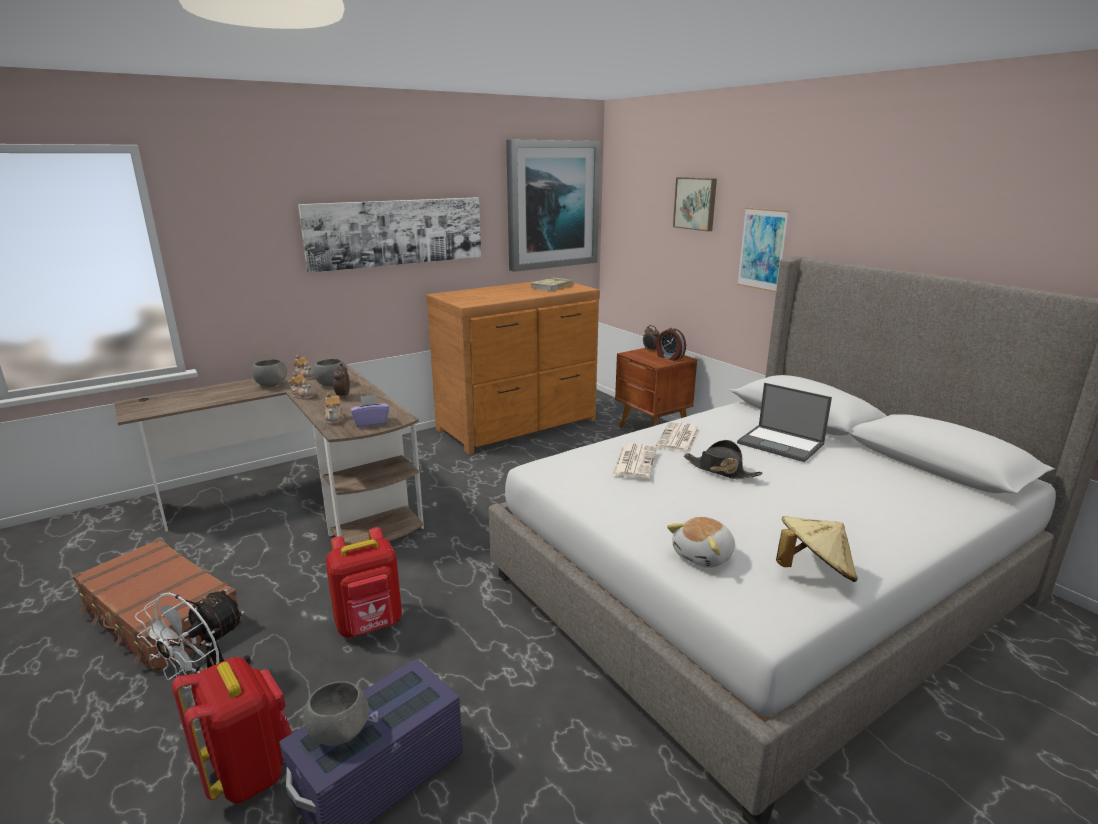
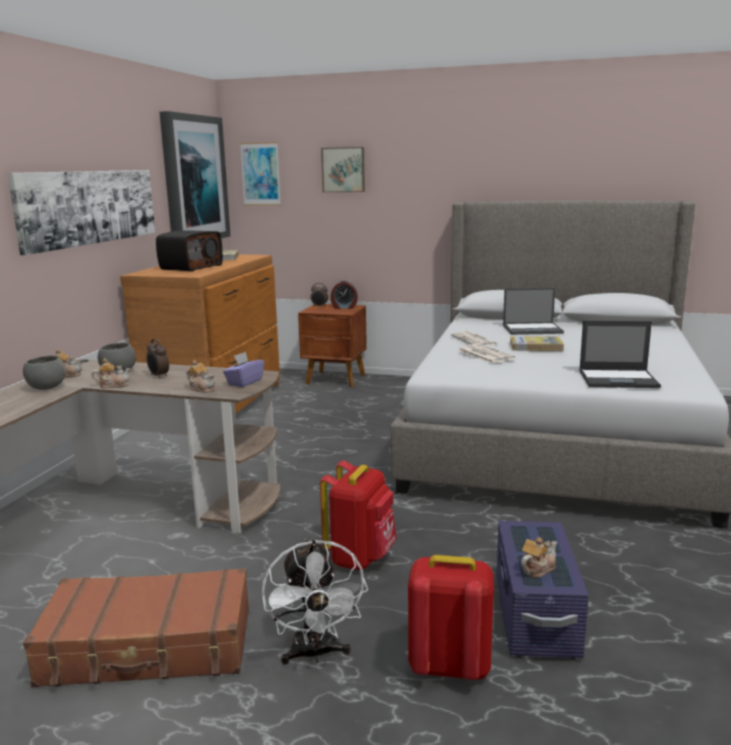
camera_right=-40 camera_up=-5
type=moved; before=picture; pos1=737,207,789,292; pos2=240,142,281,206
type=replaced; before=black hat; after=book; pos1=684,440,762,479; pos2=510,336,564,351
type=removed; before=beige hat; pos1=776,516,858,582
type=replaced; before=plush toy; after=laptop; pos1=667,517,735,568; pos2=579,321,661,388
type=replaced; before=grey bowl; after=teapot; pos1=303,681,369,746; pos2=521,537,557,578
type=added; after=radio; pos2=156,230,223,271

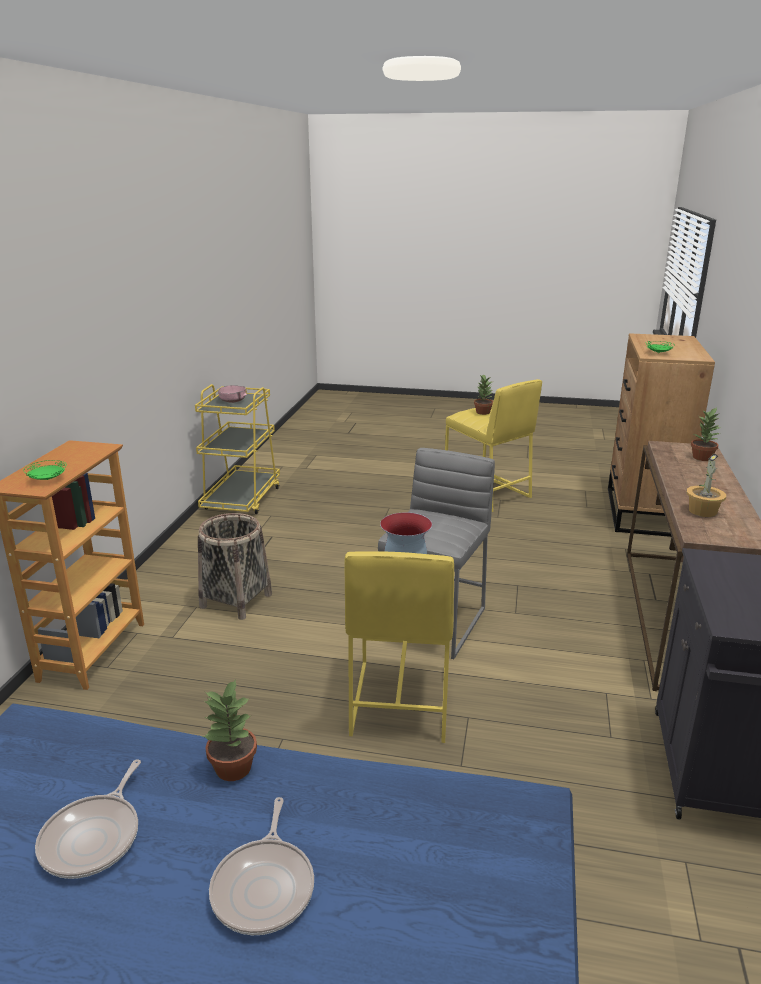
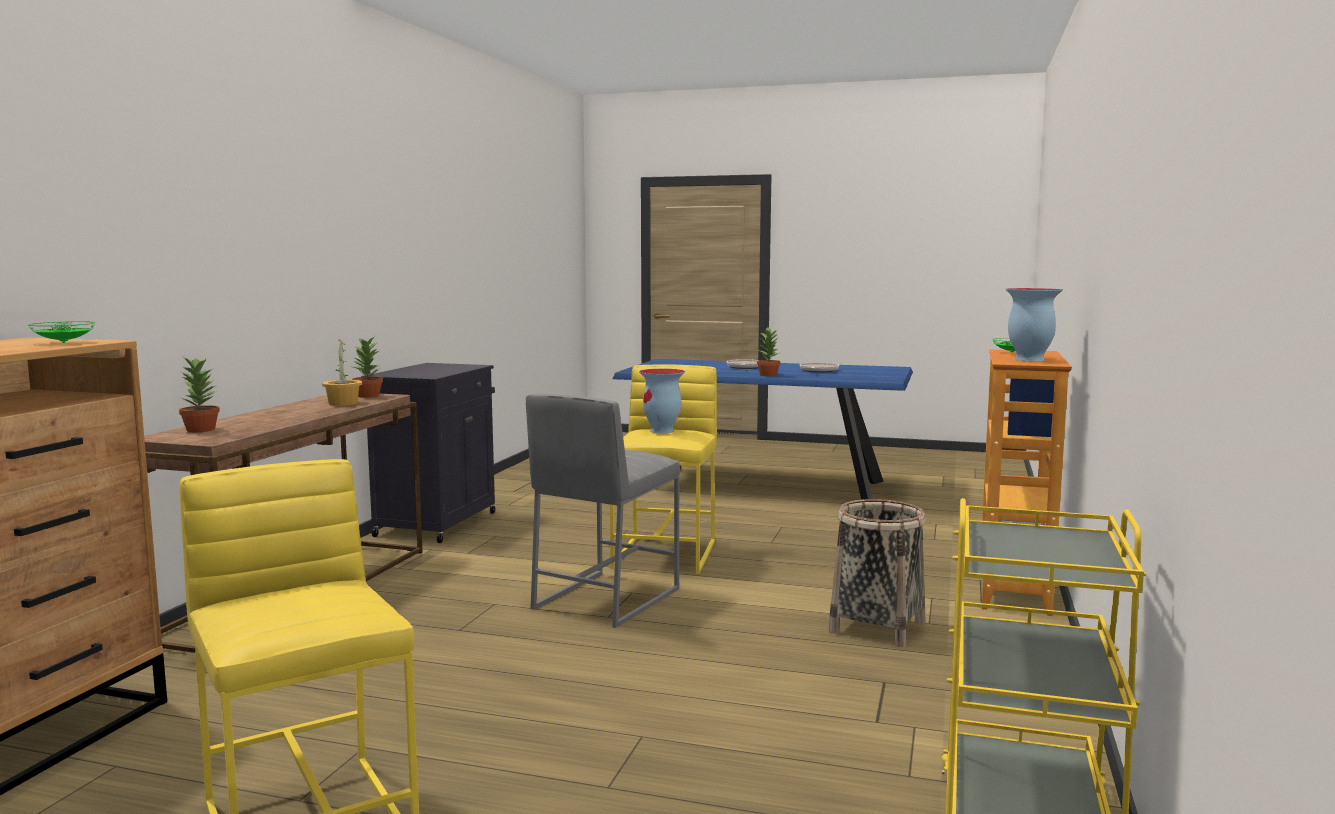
camera_right=-175 camera_up=-15
type=moved; before=potted plant; pos1=474,374,493,415; pos2=350,337,383,398
type=removed; before=pink bowl; pos1=218,385,247,403
type=added; after=vase; pos2=1006,288,1063,361

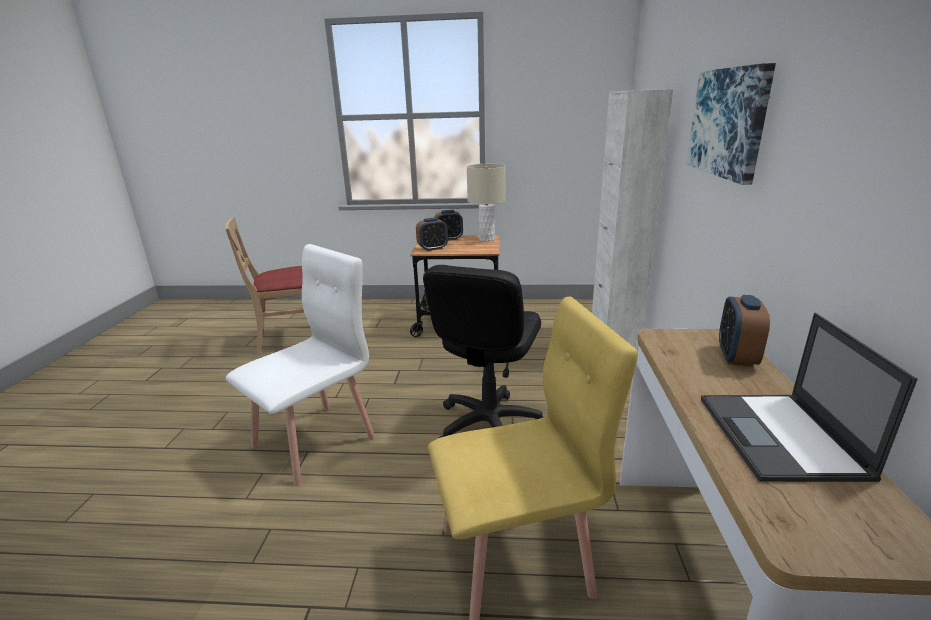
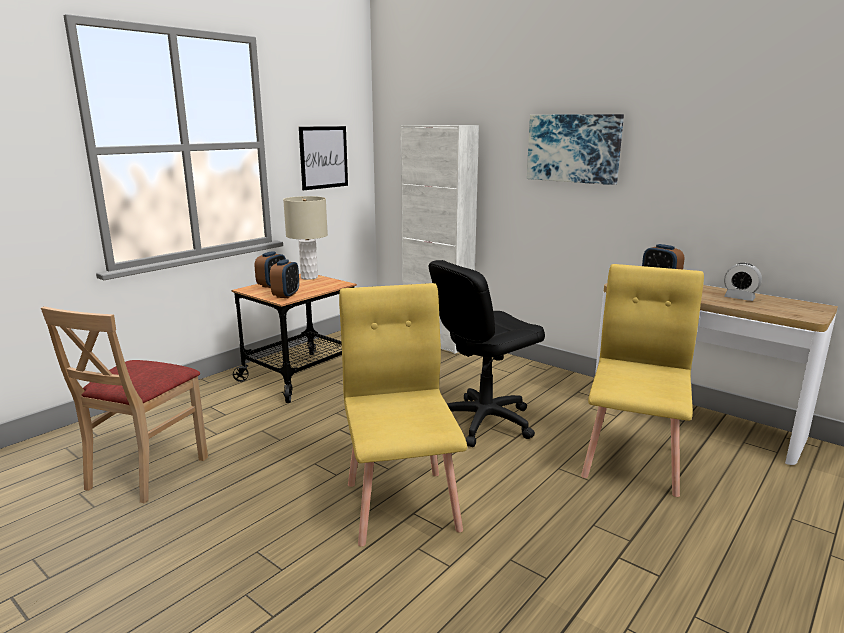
camera_right=-55 camera_up=-5
type=recoloured; before=white chair; after=yellow chair; pos1=226,244,375,486; pos2=339,283,467,547
type=turned; before=black office chair; pos1=423,265,544,438; pos2=429,260,545,447; turn=90
type=replaced; before=laptop; after=alarm clock; pos1=701,313,918,482; pos2=724,263,762,301
type=added; after=picture; pos2=299,126,348,190

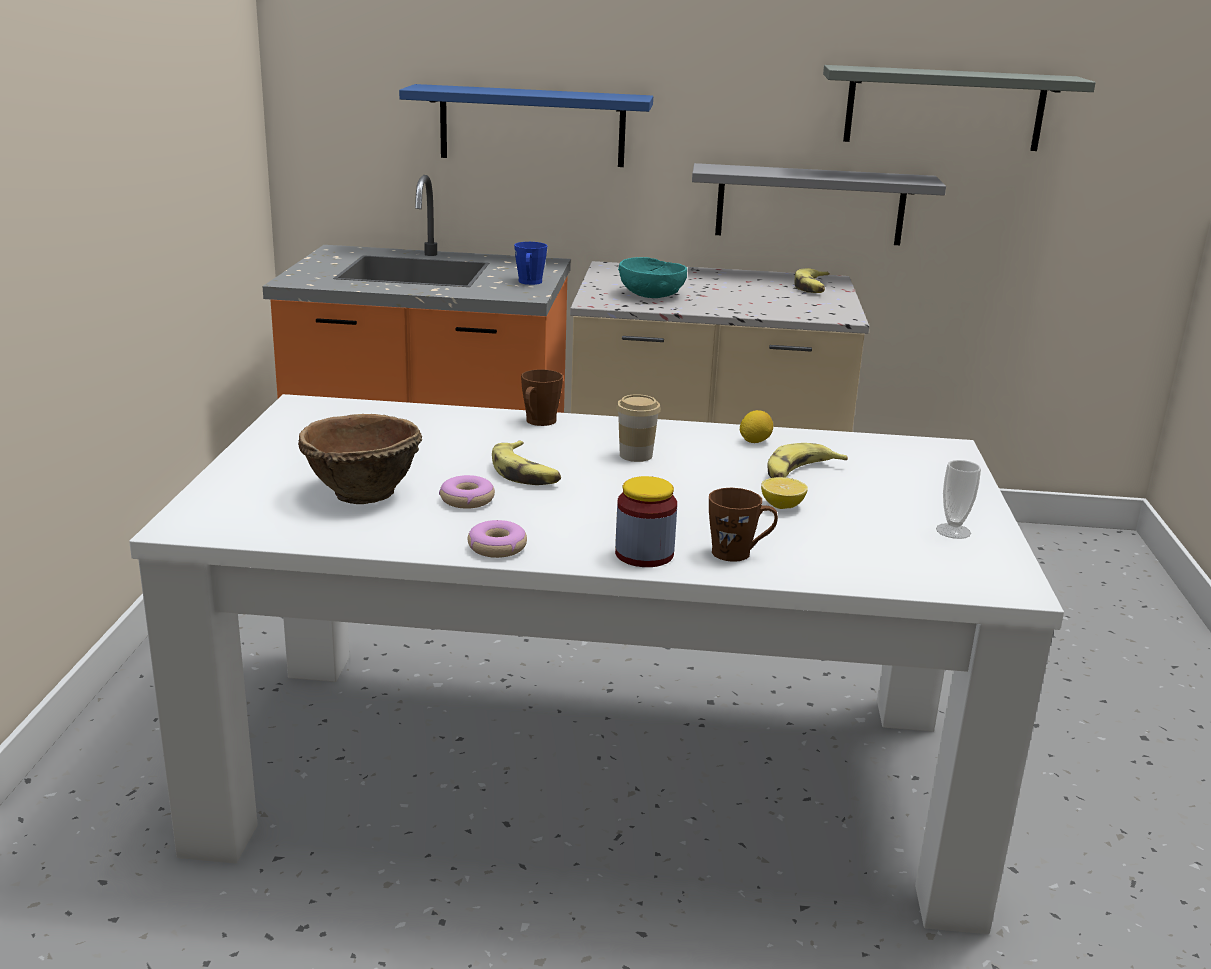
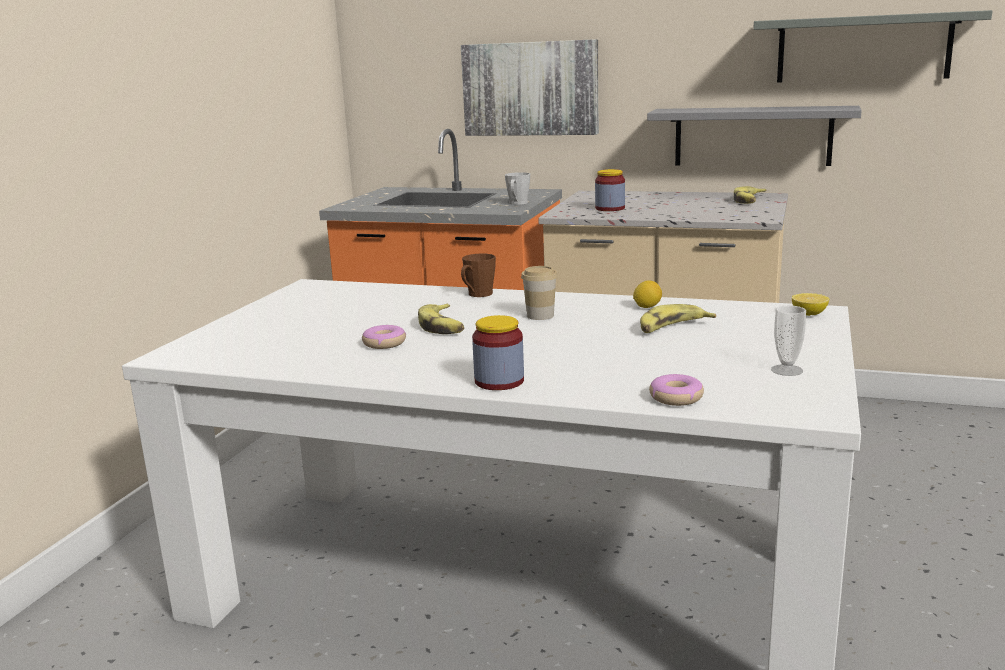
camera_right=15 camera_up=-5
type=replaced; before=blue shelf; after=picture; pos1=399,84,653,167; pos2=461,39,599,136
type=recoloured; before=blue mug; after=grey mug; pos1=514,242,547,285; pos2=505,172,530,205
type=replaced; before=turquoise bowl; after=jar; pos1=618,257,687,298; pos2=595,169,625,211
type=removed; before=brown bowl; pos1=298,414,422,504
type=moved; before=lemon; pos1=761,477,808,509; pos2=792,293,829,316
type=removed; before=brown mug; pos1=709,488,778,562
type=moved; before=donut; pos1=468,520,527,558; pos2=649,374,704,406

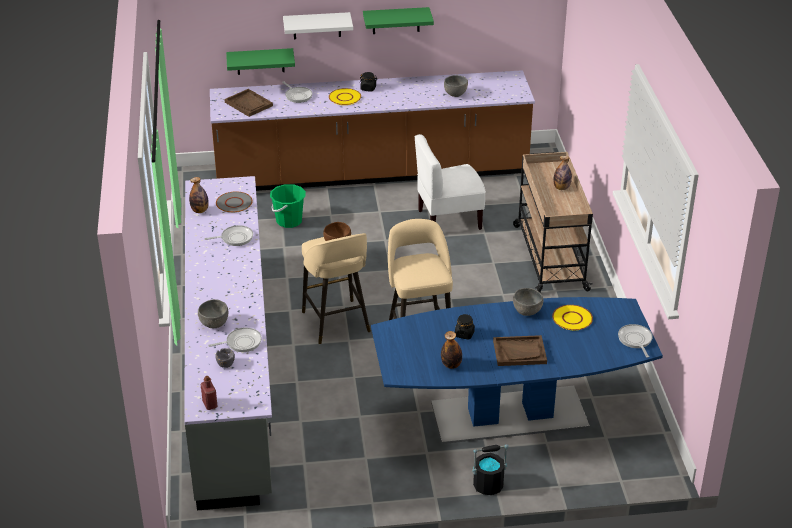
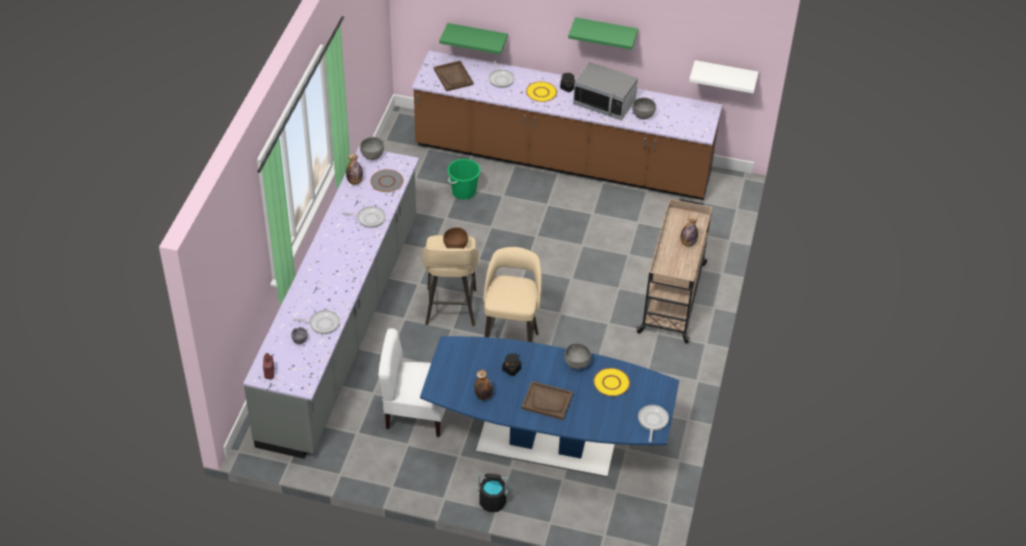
camera_right=20 camera_up=10
type=moved; before=white shelf; pos1=283,12,353,39; pos2=689,60,759,93
type=moved; before=white chair; pos1=415,134,486,230; pos2=378,328,446,437
type=moved; before=grey bowl; pos1=198,299,228,328; pos2=360,137,384,160
type=added; after=microwave; pos2=573,62,638,120

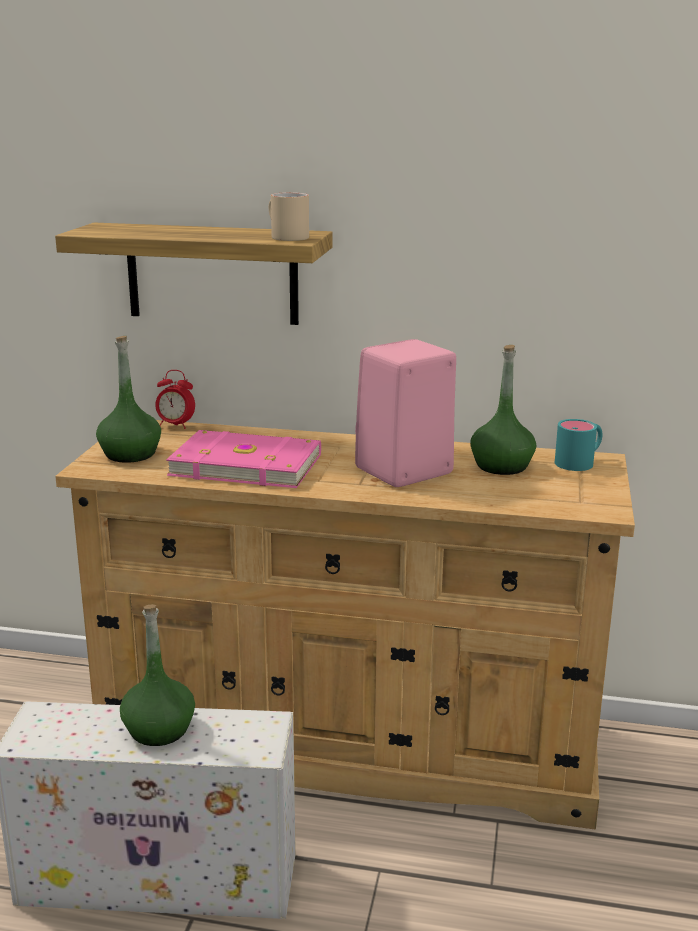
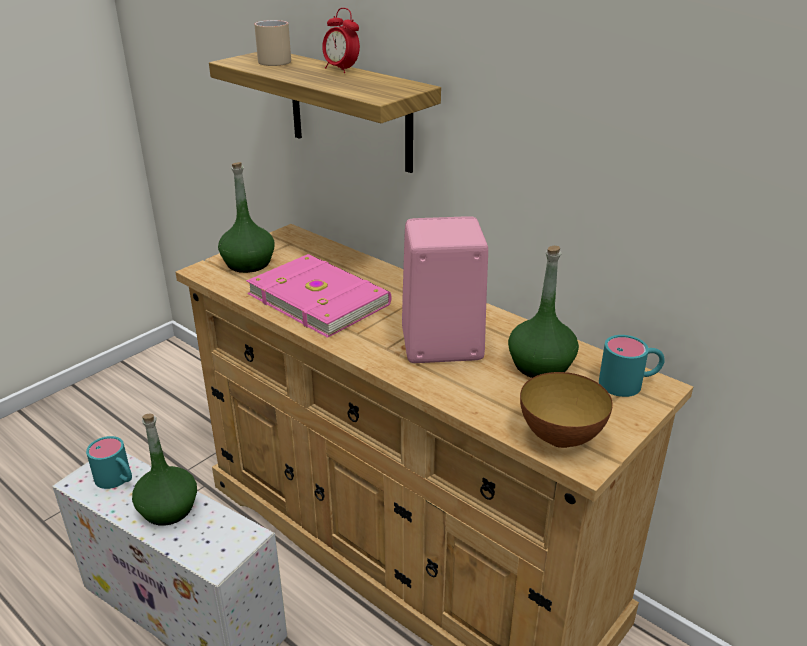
camera_right=30 camera_up=10
type=moved; before=beige mug; pos1=268,192,309,241; pos2=254,20,291,66
type=moved; before=alarm clock; pos1=155,370,195,429; pos2=322,8,360,73
type=added; after=bowl; pos2=520,372,613,448
type=added; after=turquoise mug; pos2=86,436,132,489

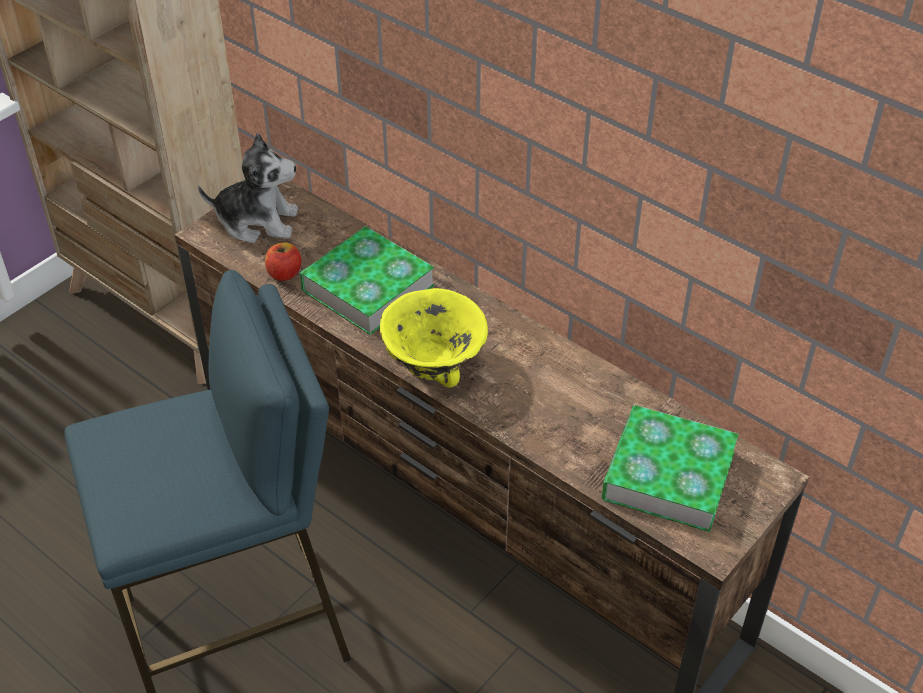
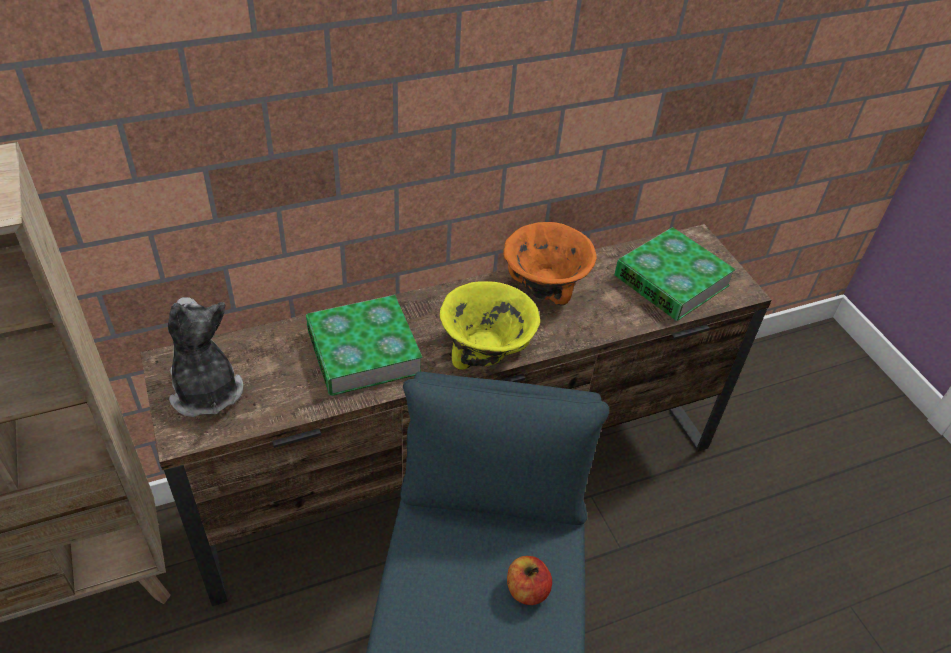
camera_right=-65 camera_up=0
type=turned; before=plush toy; pos1=198,133,298,243; pos2=168,297,243,417; turn=-60
type=moved; before=apple; pos1=265,242,302,281; pos2=507,556,552,605
type=added; after=orange bowl; pos2=503,222,597,305

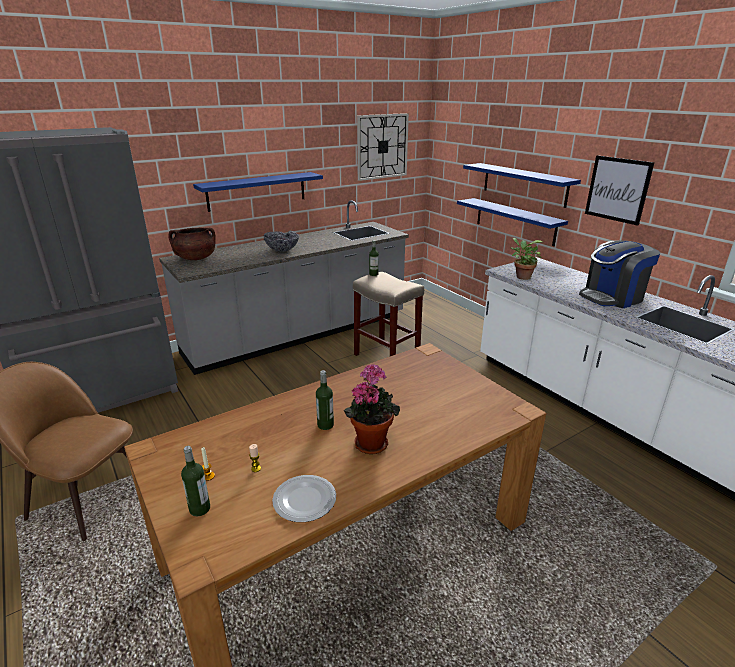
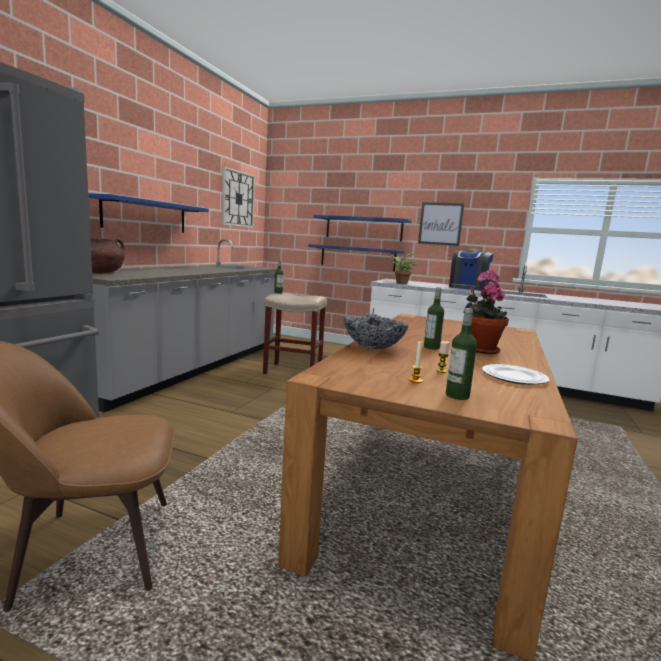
camera_right=-35 camera_up=-15
type=moved; before=bowl; pos1=264,231,299,252; pos2=344,314,408,349

